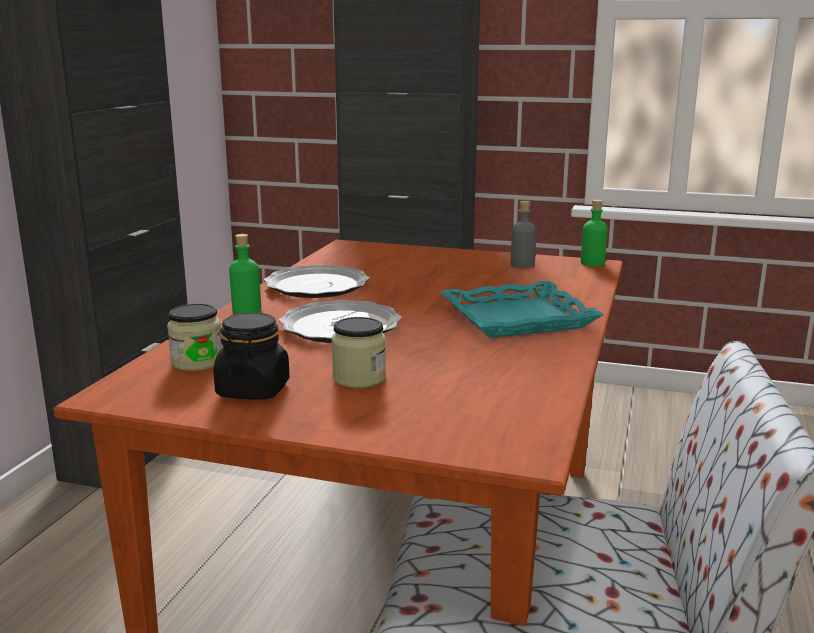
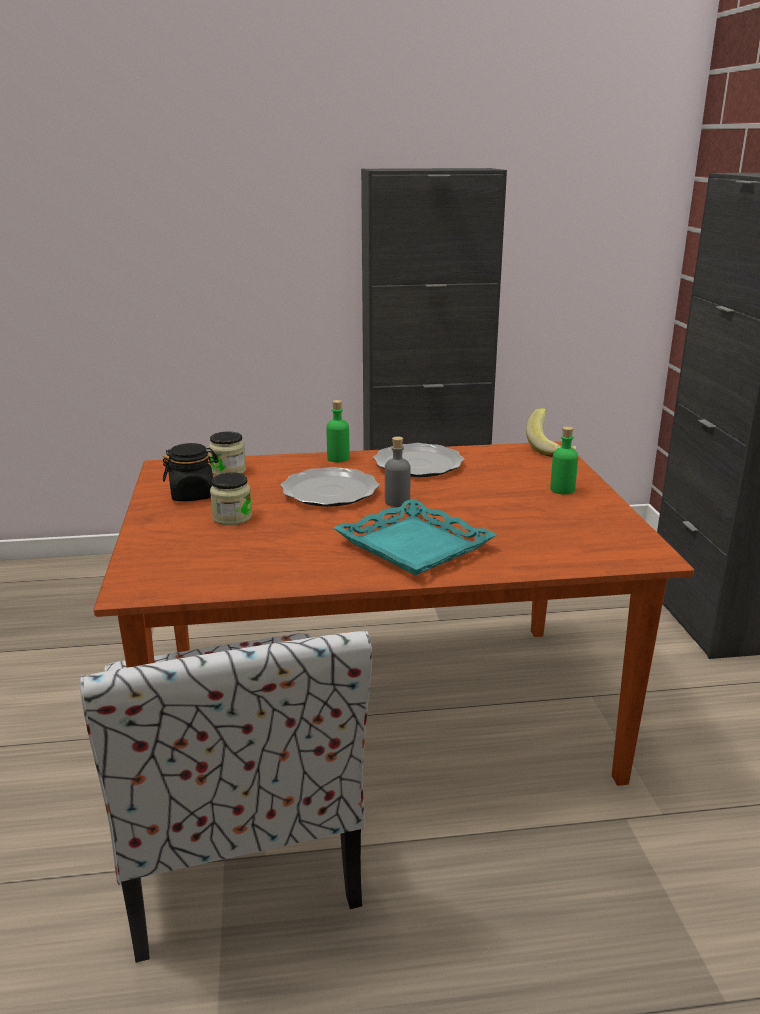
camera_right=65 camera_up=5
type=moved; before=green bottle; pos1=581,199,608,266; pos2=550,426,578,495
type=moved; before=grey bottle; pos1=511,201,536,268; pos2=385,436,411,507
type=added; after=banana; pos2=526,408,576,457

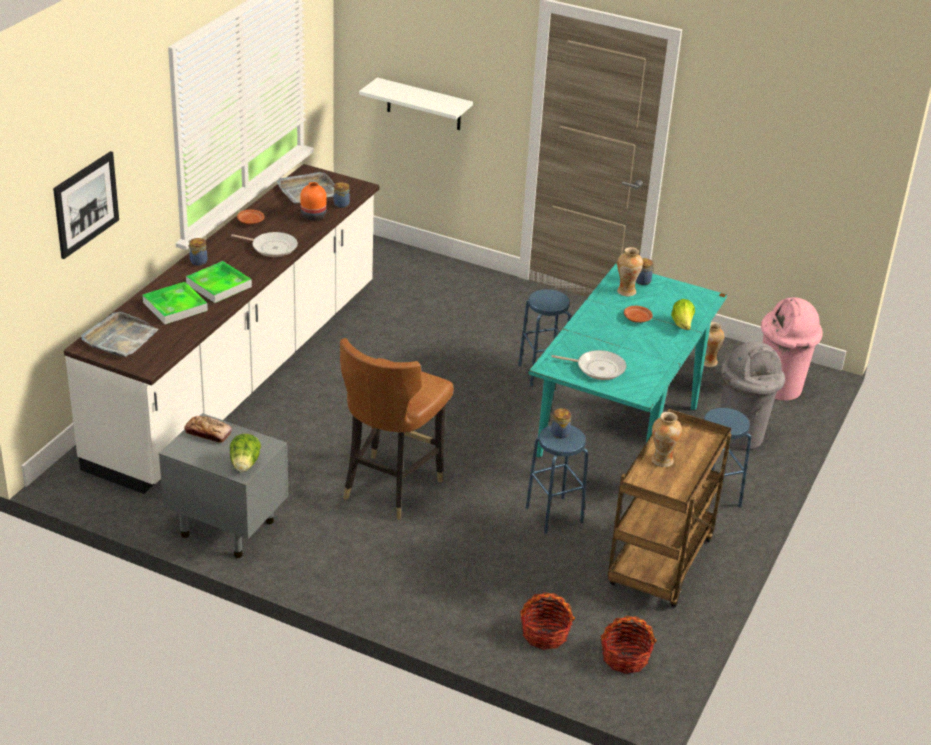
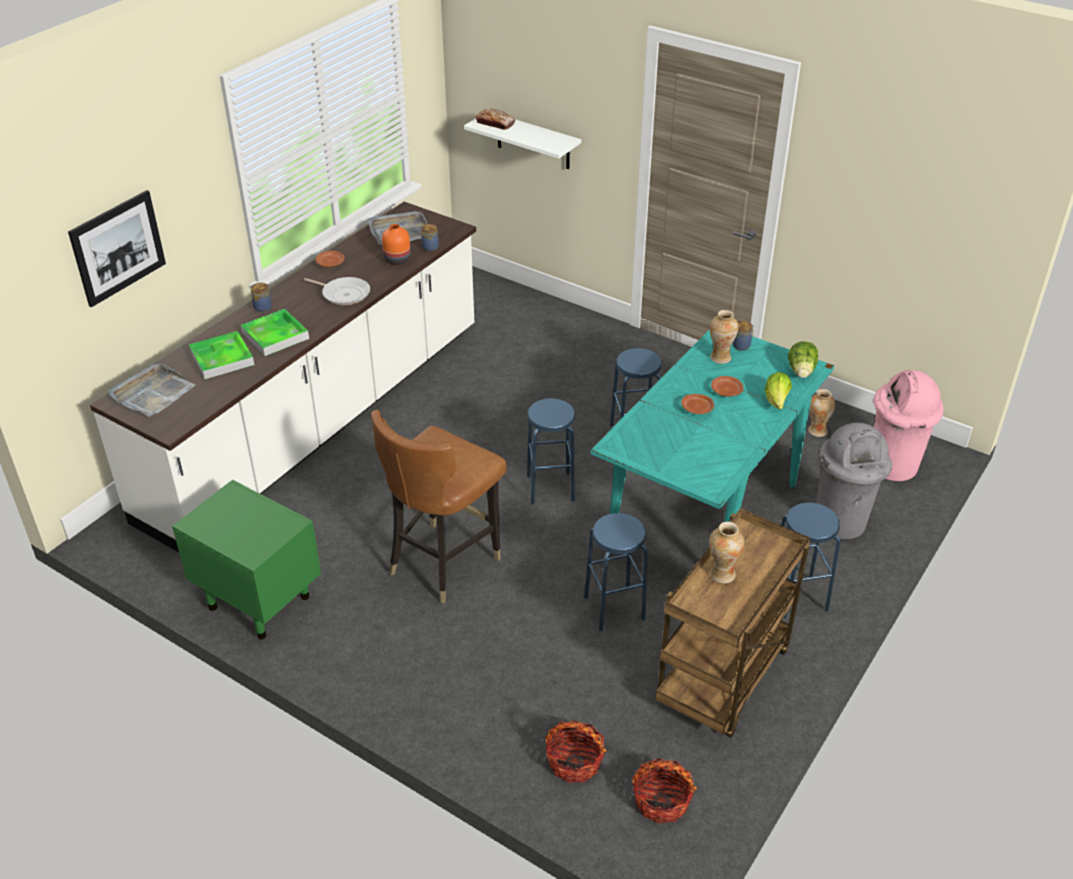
camera_right=10 camera_up=5
type=removed; before=frying pan; pos1=552,350,626,380
type=removed; before=jar; pos1=550,408,571,438
type=recoloured; before=grey nightstand; after=green nightstand; pos1=159,413,288,558; pos2=172,480,321,639
type=moved; before=bread; pos1=184,416,232,443; pos2=475,109,515,130
type=moved; before=lettuce; pos1=230,434,261,472; pos2=788,341,818,378
type=added; after=brown plate; pos2=681,394,714,414
type=added; after=blue stool; pos2=527,398,575,505

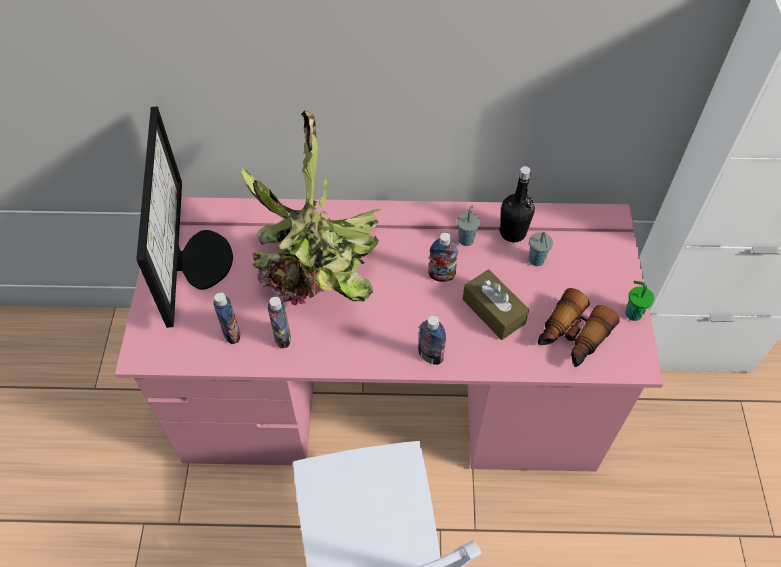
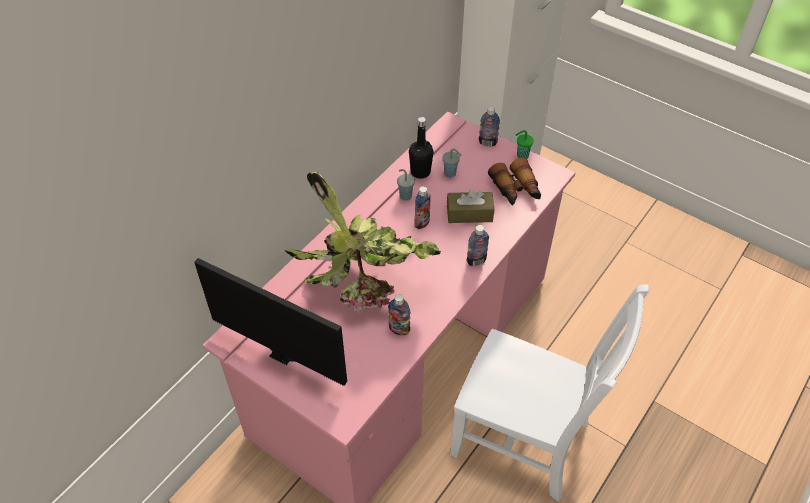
camera_right=-55 camera_up=-5
type=moved; before=bottle; pos1=213,292,240,344; pos2=479,106,500,147

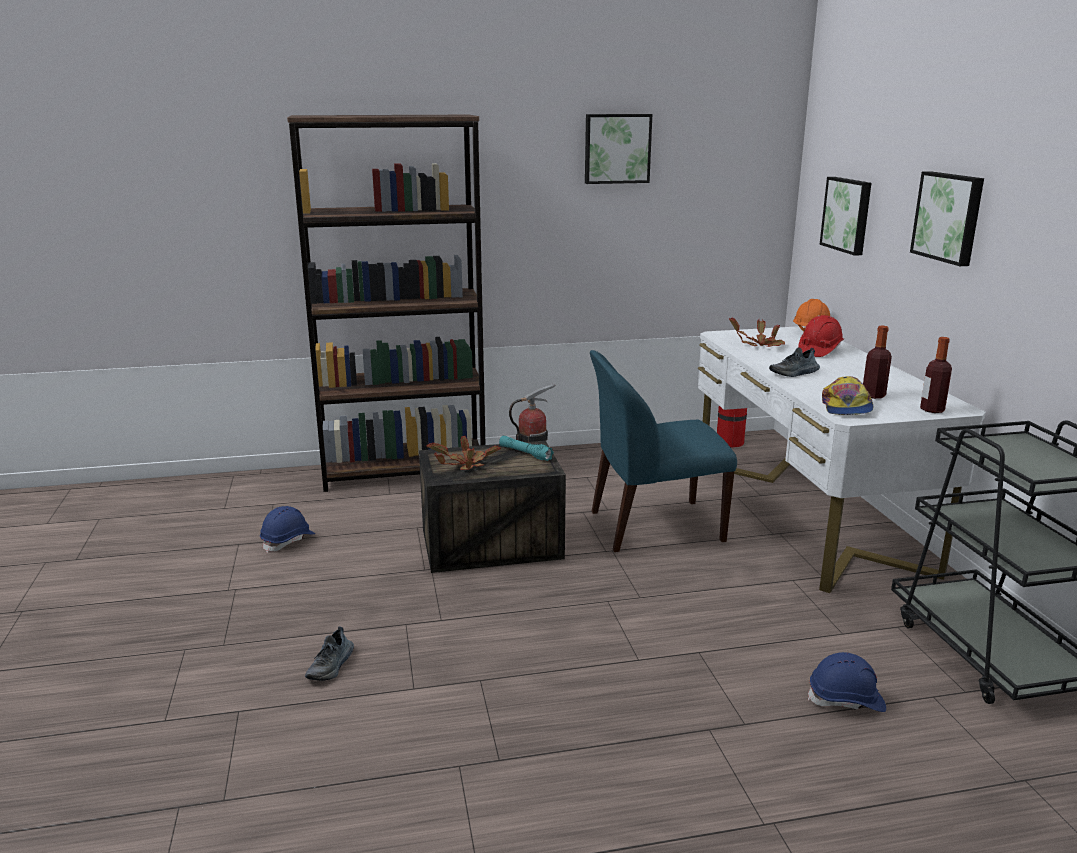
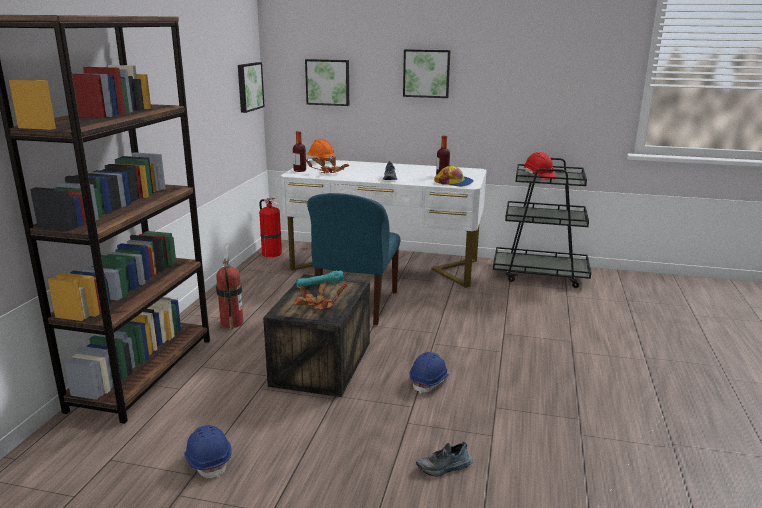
camera_right=-65 camera_up=0
type=moved; before=picture; pos1=585,114,652,184; pos2=238,62,265,113
type=moved; before=red hard hat; pos1=798,315,844,357; pos2=524,152,556,180
type=moved; before=bottle; pos1=920,337,952,413; pos2=293,131,306,172
type=turned; before=shoe; pos1=305,626,354,681; pos2=416,442,473,477; turn=120
type=moved; before=blue hard hat; pos1=808,652,886,712; pos2=409,352,449,394

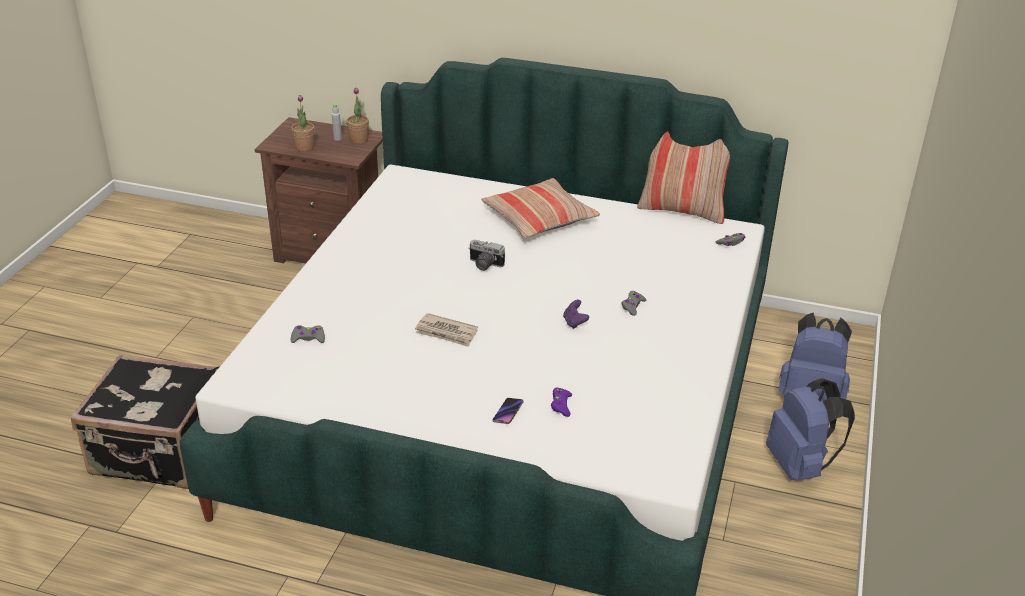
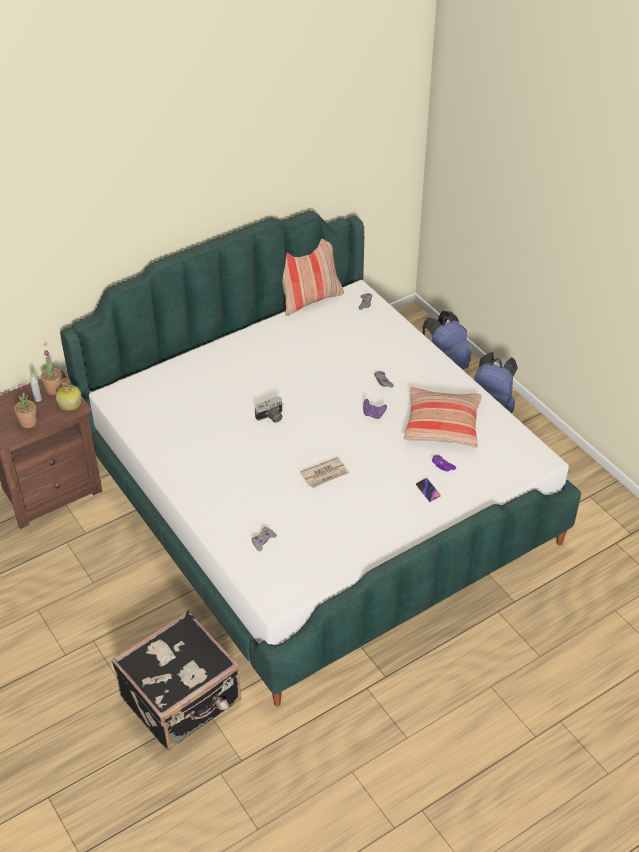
camera_right=-50 camera_up=10
type=moved; before=pillow; pos1=481,178,600,238; pos2=404,388,482,448
type=added; after=bottle; pos2=55,378,82,411

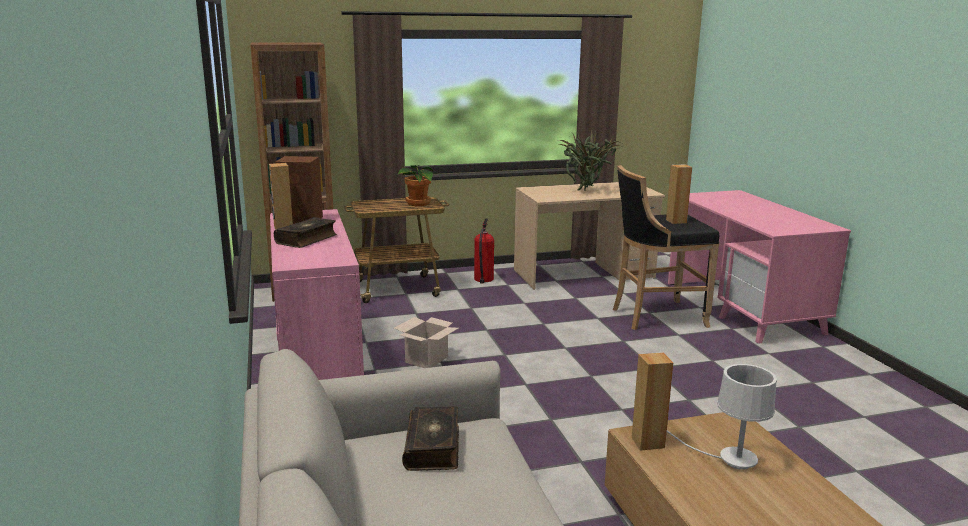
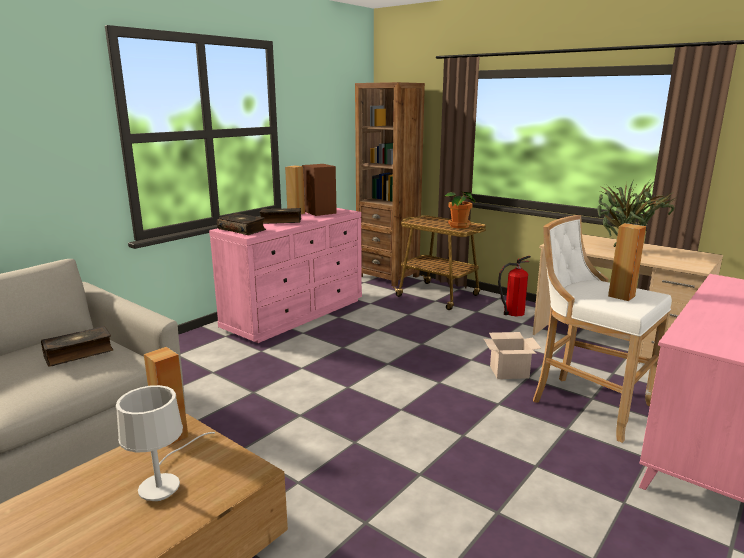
camera_right=55 camera_up=0
type=recoloured; before=black stool; after=white stool; pos1=613,165,719,330; pos2=533,215,672,443
type=moved; before=cardboard box; pos1=394,317,458,368; pos2=484,332,541,379
type=added; after=book; pos2=217,213,266,235

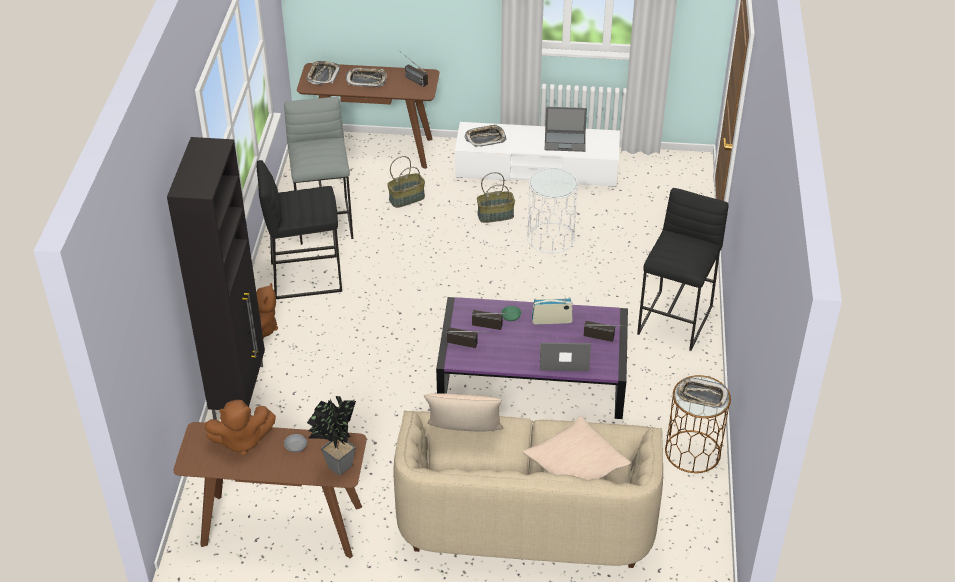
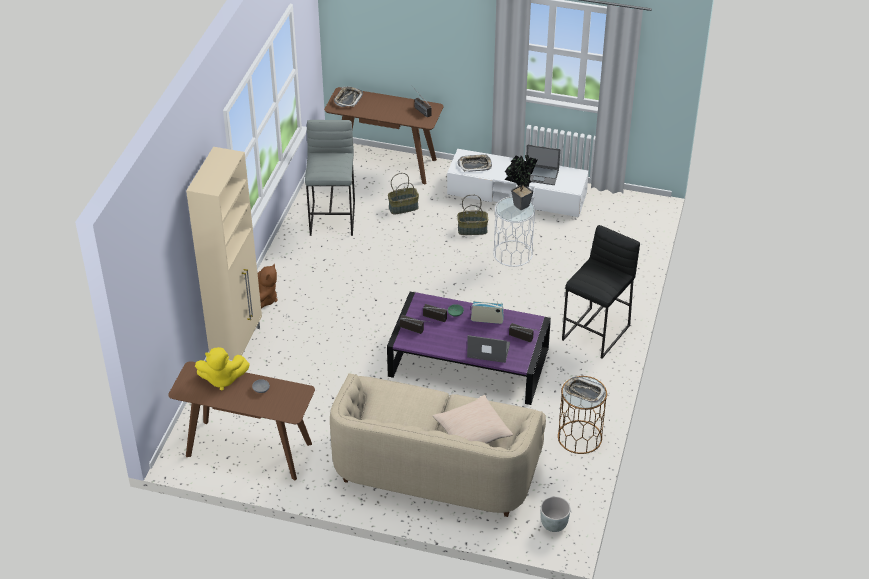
camera_right=10 camera_up=0
type=removed; before=tray; pos1=346,68,387,87
type=recoloured; before=black cabinet; after=beige cabinet; pos1=167,137,265,420; pos2=186,147,262,360
type=removed; before=black stool; pos1=257,160,342,299
type=removed; before=beige pillow; pos1=424,393,504,431
type=moved; before=potted plant; pos1=307,396,356,476; pos2=505,155,538,210
type=recoloured; before=brown plush toy; after=yellow plush toy; pos1=205,400,276,456; pos2=195,347,250,390
type=added; after=grey planter; pos2=540,496,571,532

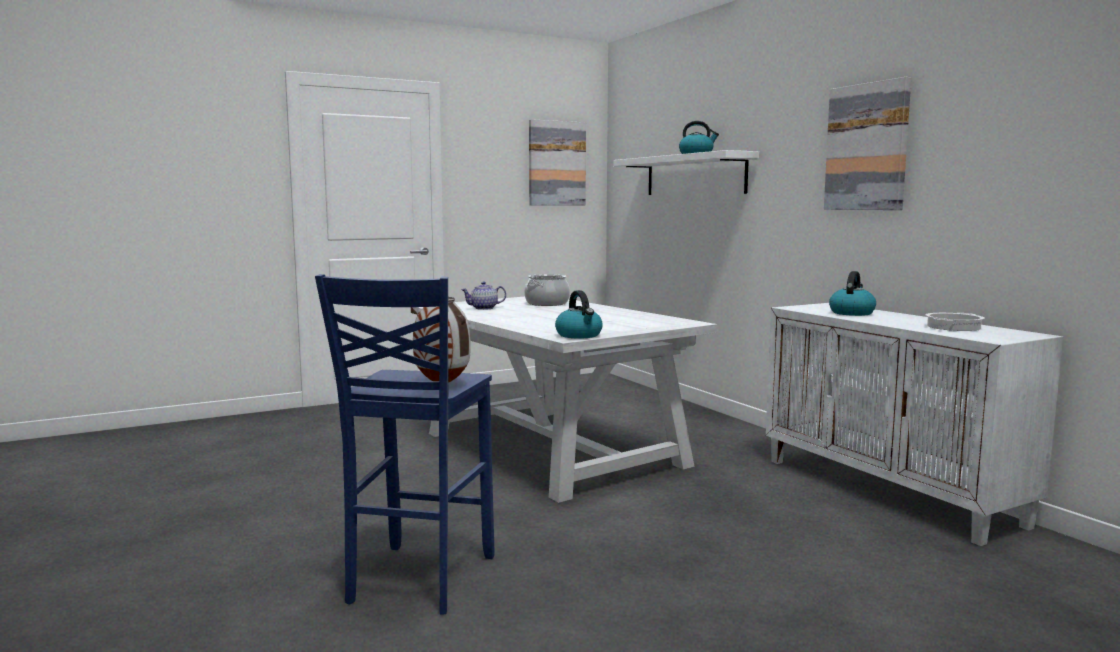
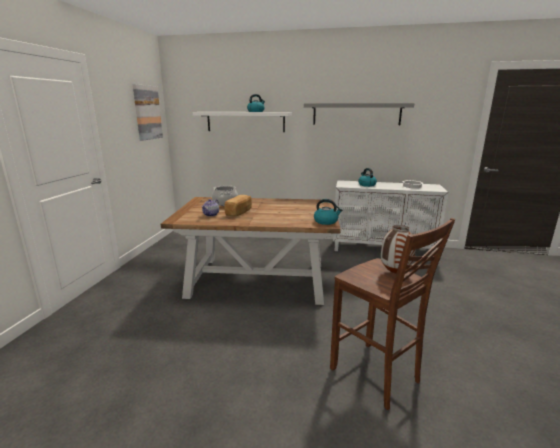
camera_right=-50 camera_up=10
type=replaced; before=picture; after=grey shelf; pos1=824,77,911,210; pos2=304,103,414,125
type=recoloured; before=blue stool; after=brown stool; pos1=315,274,495,615; pos2=330,218,455,410
type=recoloured; before=white dining table; after=brown dining table; pos1=411,297,717,503; pos2=161,197,341,305
type=added; after=bread; pos2=224,195,252,216

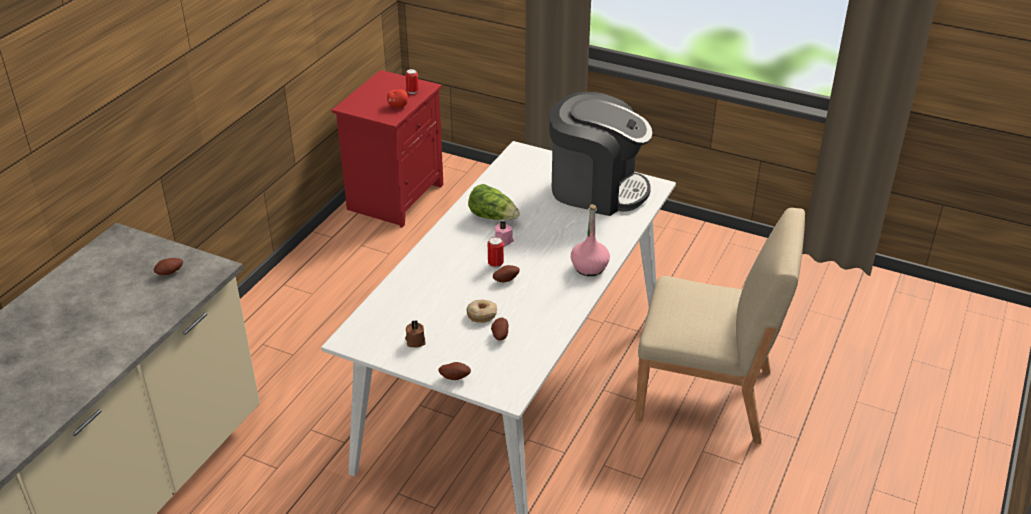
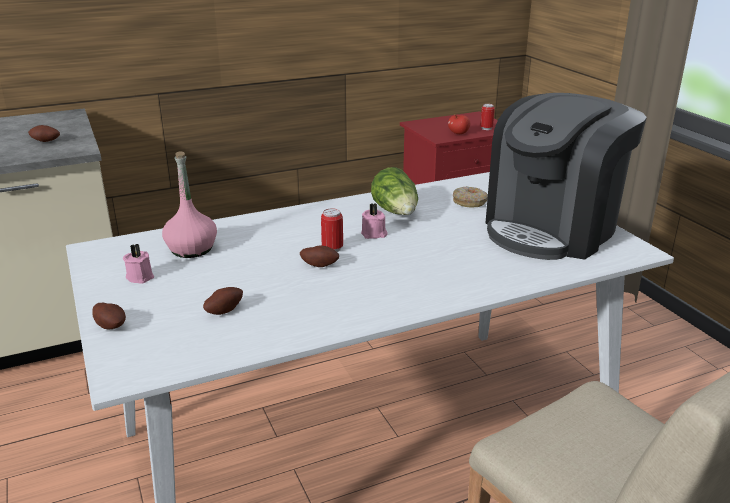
camera_right=40 camera_up=-10
type=turned; before=coffee machine; pos1=549,92,652,216; pos2=486,93,647,260; turn=75
type=moved; before=pink bottle; pos1=571,204,610,276; pos2=162,151,217,258
type=moved; before=donut; pos1=466,300,497,323; pos2=453,187,488,207
type=recoloured; before=brown candle; after=pink candle; pos1=405,320,426,348; pos2=123,244,154,284

